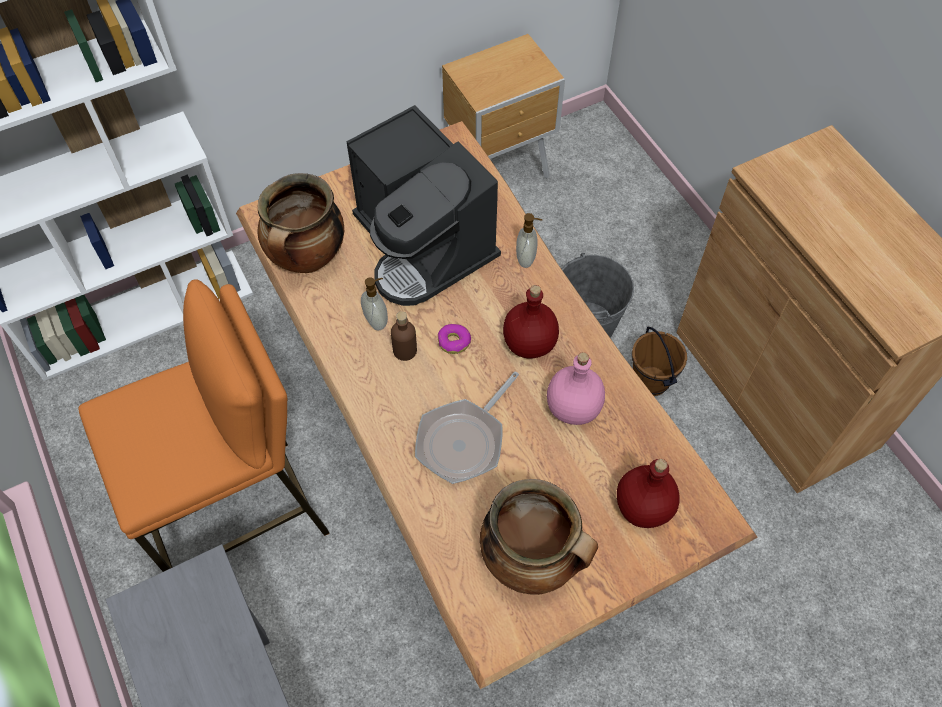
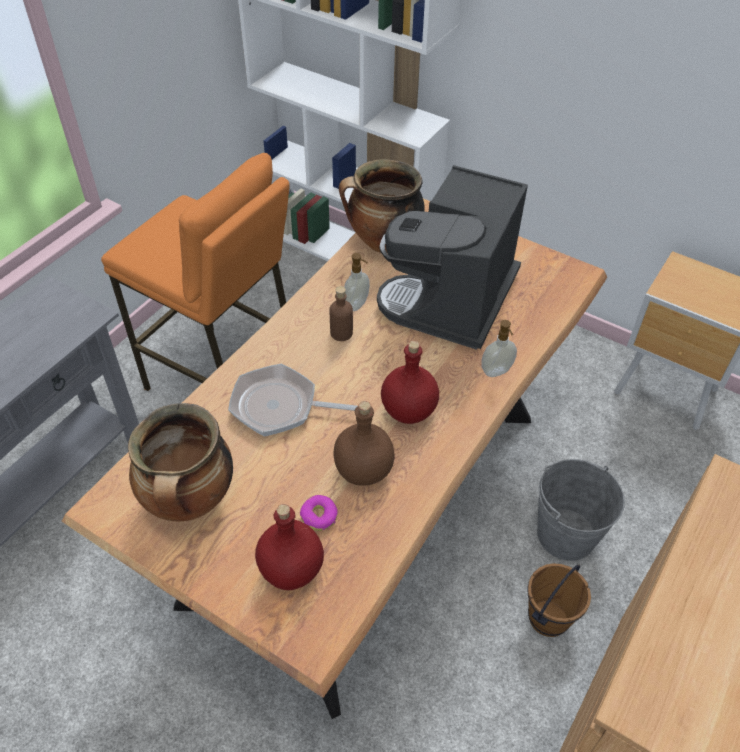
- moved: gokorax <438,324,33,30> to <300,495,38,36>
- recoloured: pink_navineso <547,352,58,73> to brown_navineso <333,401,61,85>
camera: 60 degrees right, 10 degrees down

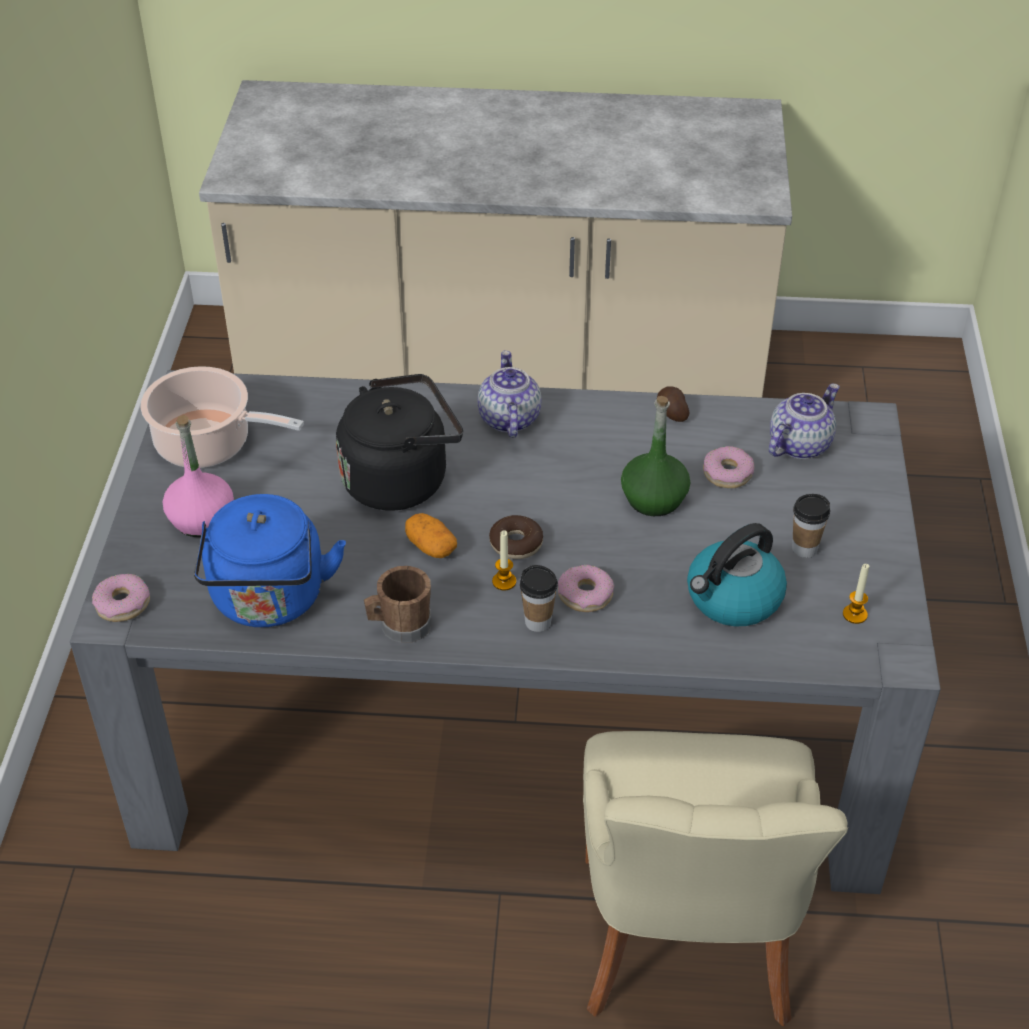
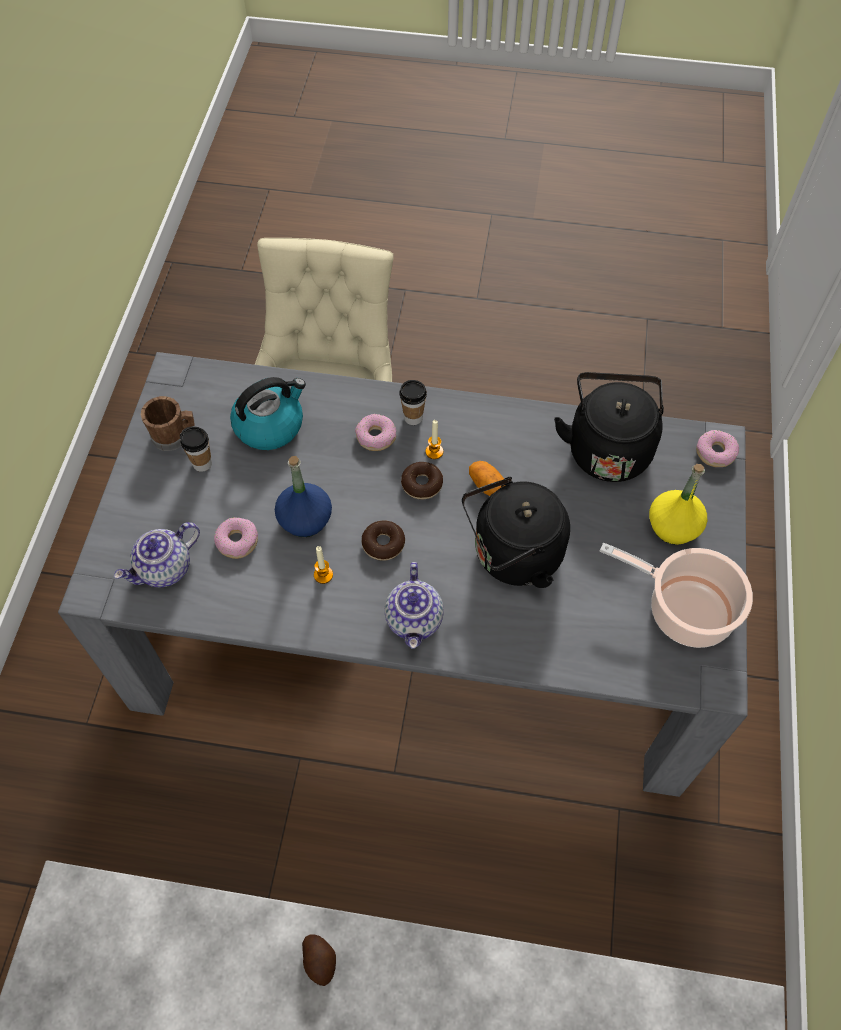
- recoloured: pink_navineso <163,415,71,122> to yellow_navineso <649,464,58,81>
- recoloured: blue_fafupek <194,494,152,133> to black_fafupek <554,372,110,110>
- moved: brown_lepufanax <364,566,67,77> to <140,396,55,55>
- recoloured: green_navineso <621,396,69,120> to blue_navineso <275,456,57,81>
- moved: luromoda <657,386,33,36> to <302,935,34,51>
- moved: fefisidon <843,564,26,60> to <314,546,19,38>
- added: gokorax <362,521,43,40>
camera: 175 degrees left, 15 degrees up

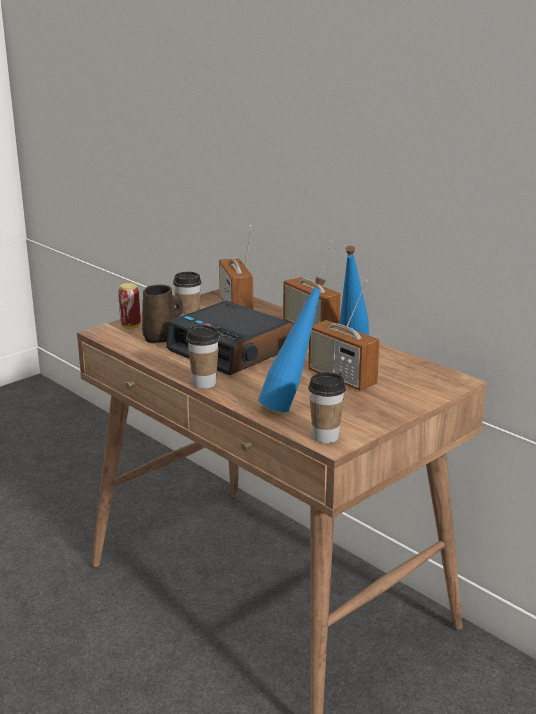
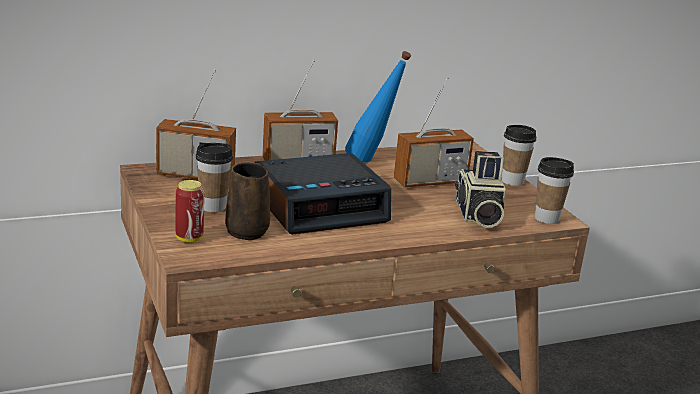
- moved: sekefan <186,325,34,64> to <502,125,35,61>
- replaced: blue_navineso <258,277,68,135> to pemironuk <455,151,51,77>
camera: 70 degrees left, 0 degrees up

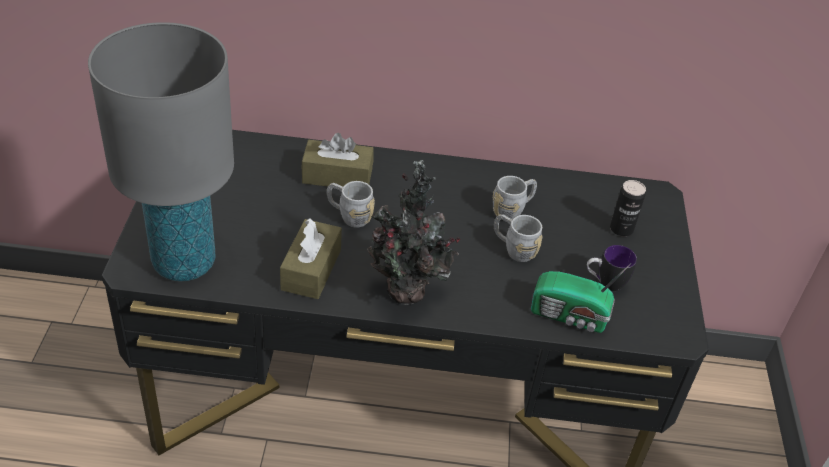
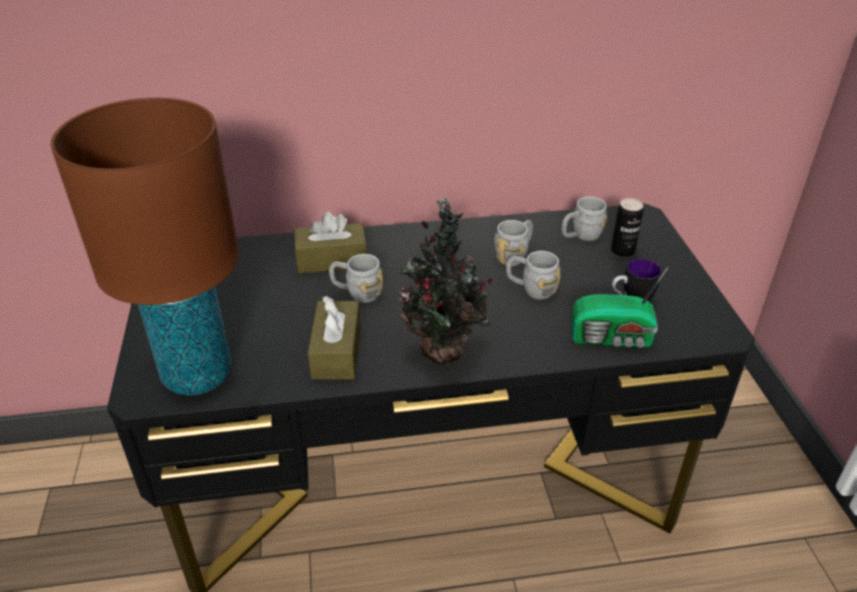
- recoloured: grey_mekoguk <88,22,146,260> to brown_mekoguk <51,98,188,298>
- added: grey_lepufanax <561,197,46,44>
camera: 10 degrees left, 5 degrees down

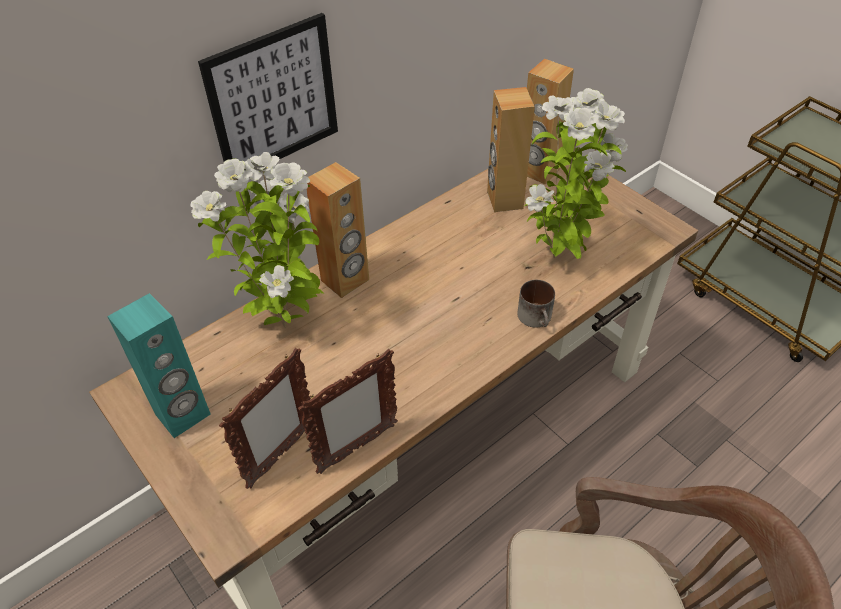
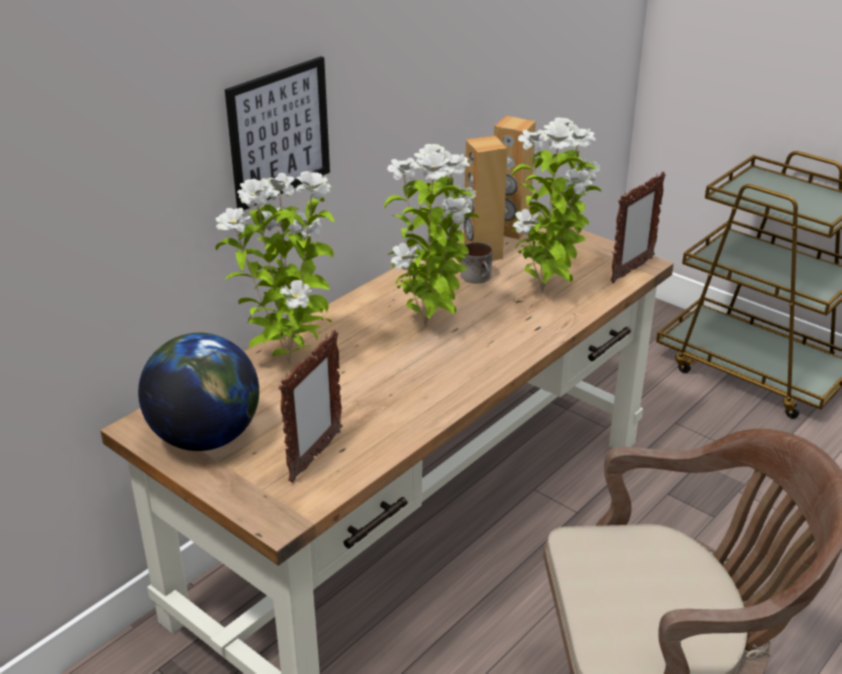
- replaced: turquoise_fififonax <107,293,104,145> to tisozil <138,333,121,118>
- moved: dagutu <298,349,100,125> to <611,172,55,111>
- removed: brown_fififonax <306,162,63,136>
- moved: lepufanax <517,280,38,48> to <461,242,31,41>
- added: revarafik <384,144,95,183>
camera: 10 degrees left, 15 degrees down

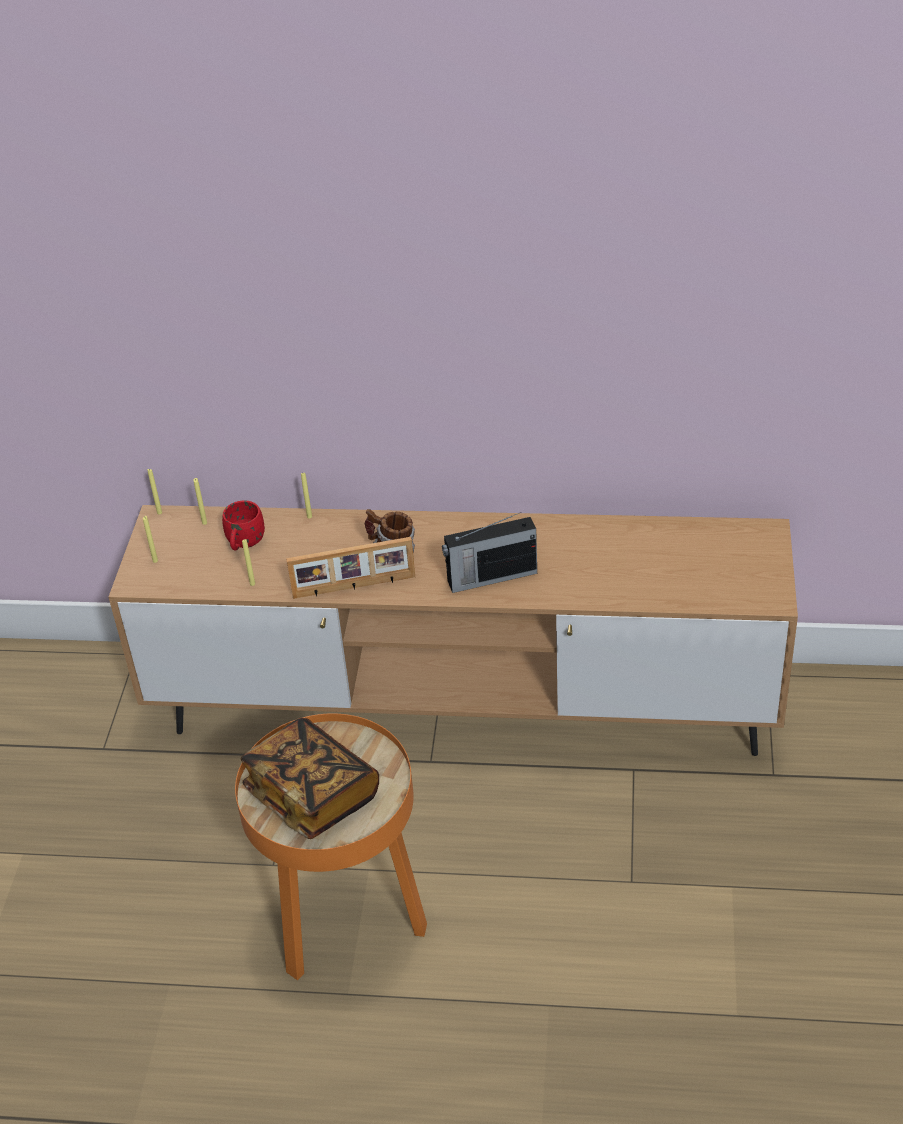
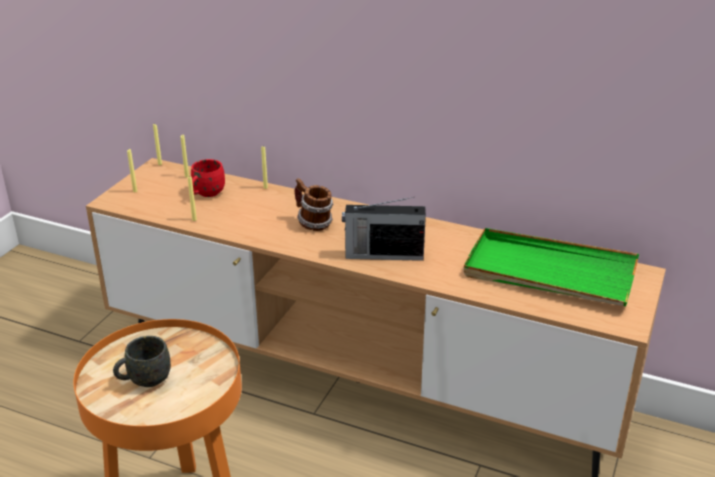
- replaced: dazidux <241,718,138,121> to grey_lepufanax <113,336,58,51>
- removed: dagutu <286,537,129,62>
- added: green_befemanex <463,228,176,78>
camera: 15 degrees right, 10 degrees down

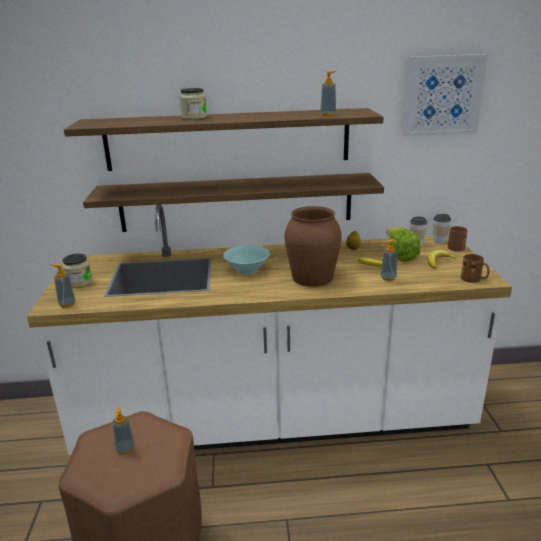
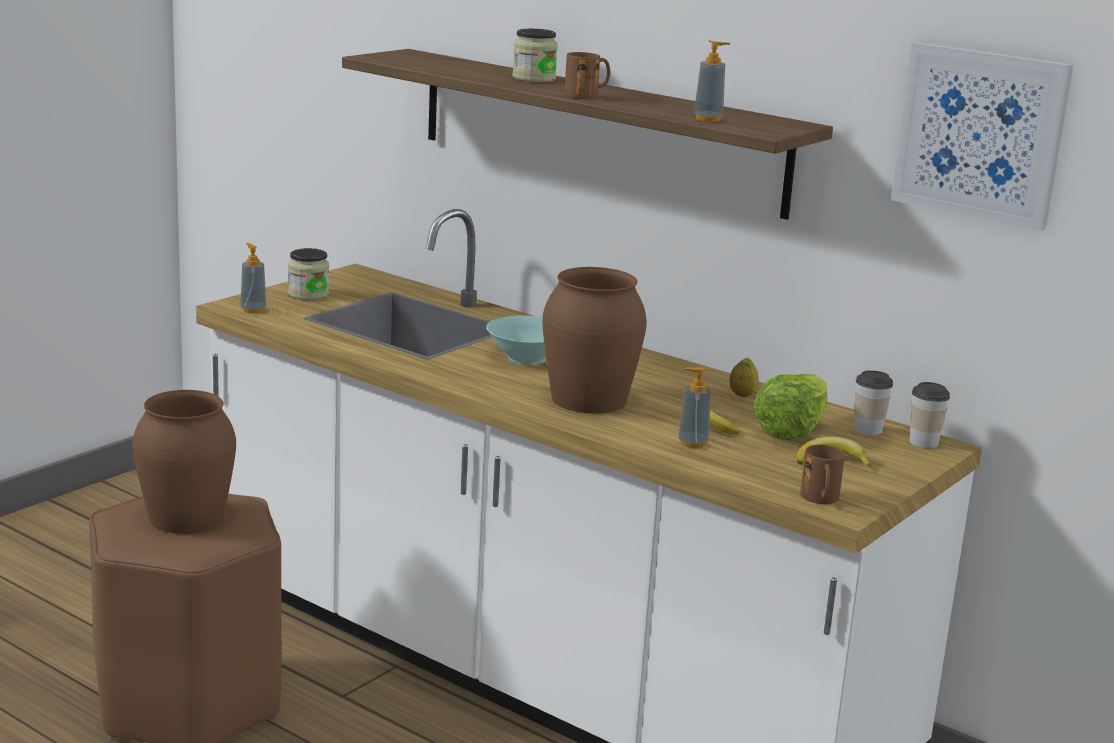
- removed: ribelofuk <83,173,301,59>
- replaced: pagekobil <112,407,23,48> to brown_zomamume <133,390,103,144>
- moved: brown_lepufanax <448,226,19,25> to <564,52,46,47>
camera: 40 degrees right, 5 degrees down

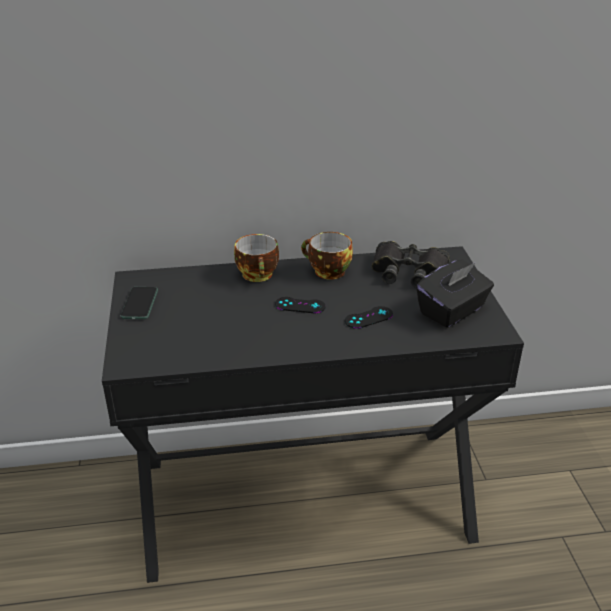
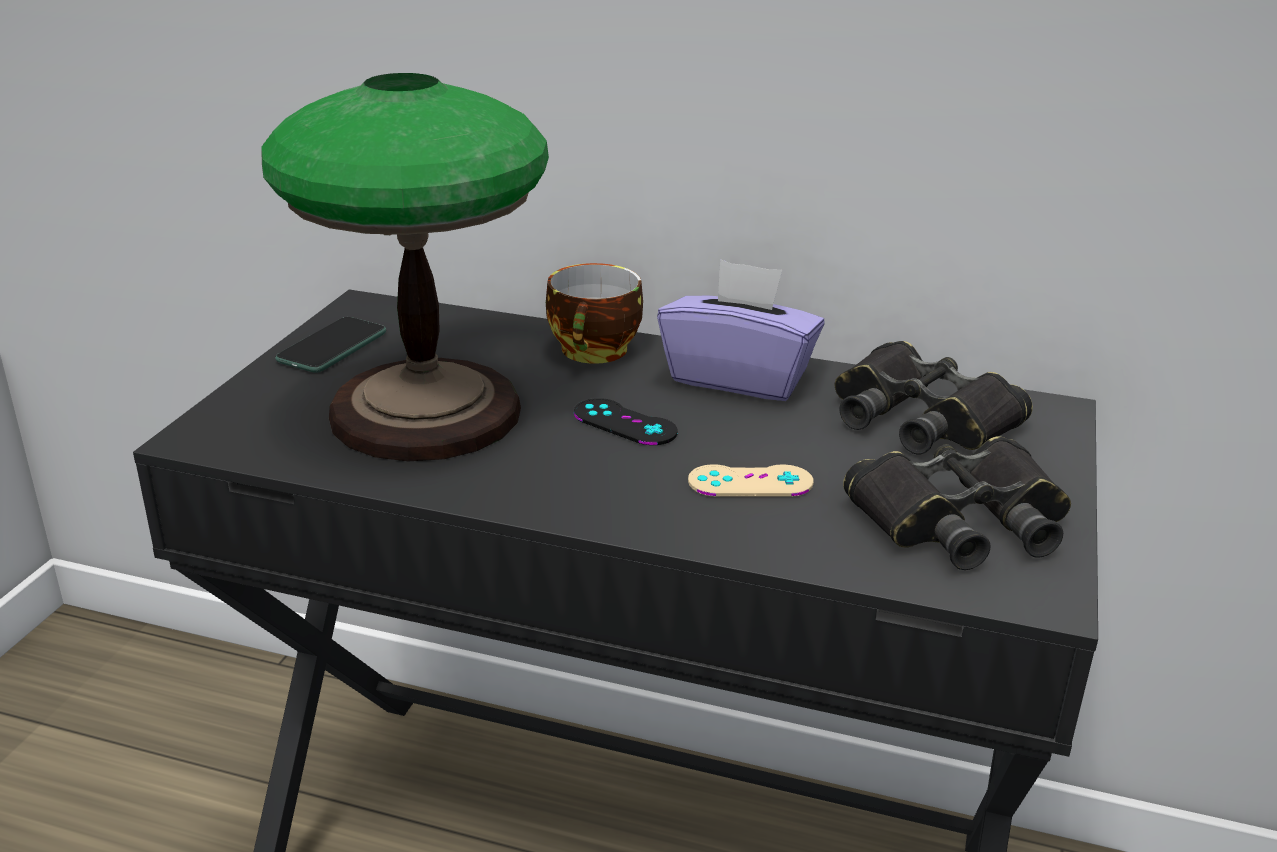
- replaced: sekefan <301,232,52,48> to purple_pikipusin <657,259,168,142>
- recoloured: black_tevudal <345,306,48,22> to beige_tevudal <688,464,126,33>
- replaced: black_pikipusin <416,260,78,68> to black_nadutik <843,436,228,134>
- added: mekoguk <261,73,288,388>
camera: 25 degrees right, 5 degrees down

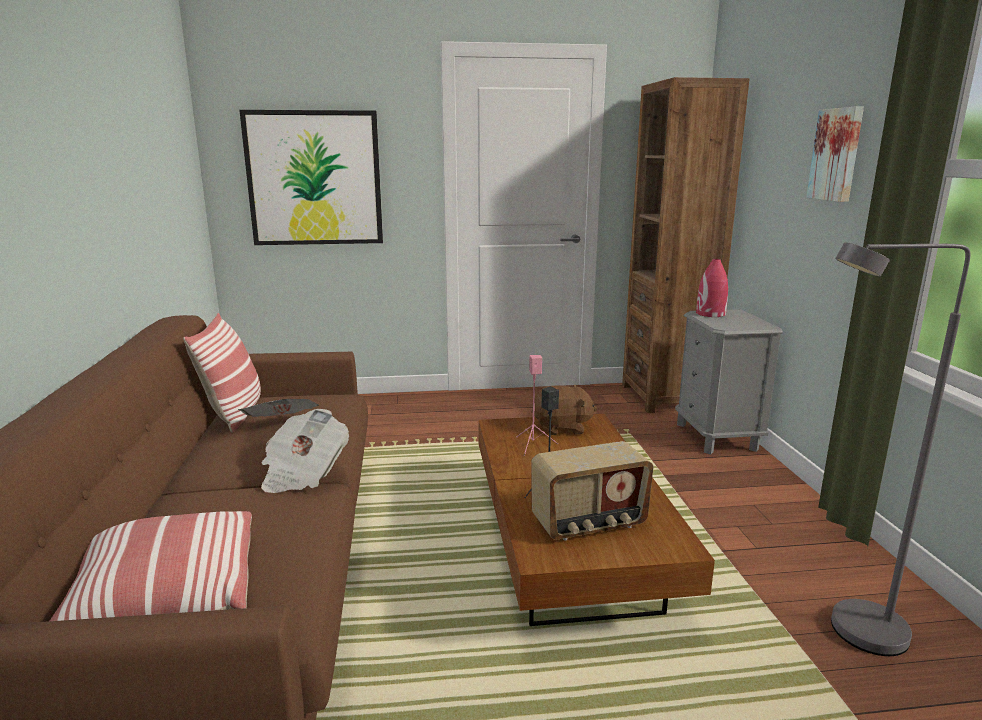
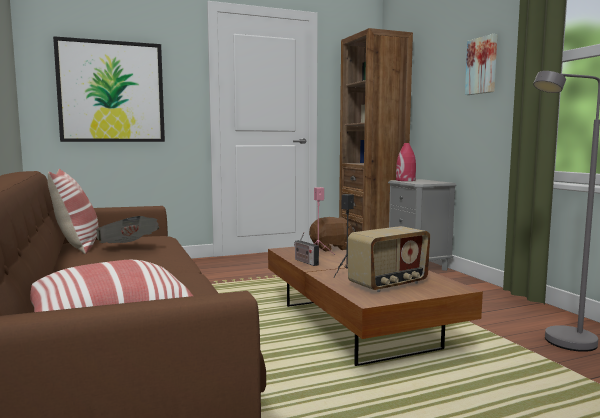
- removed: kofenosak <261,409,88,84>
- added: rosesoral <294,232,25,34>
camera: 15 degrees left, 10 degrees down

